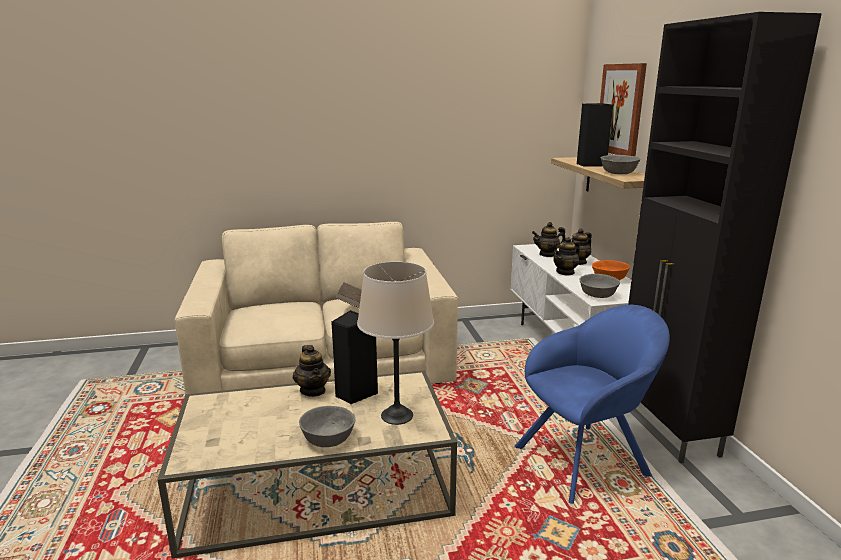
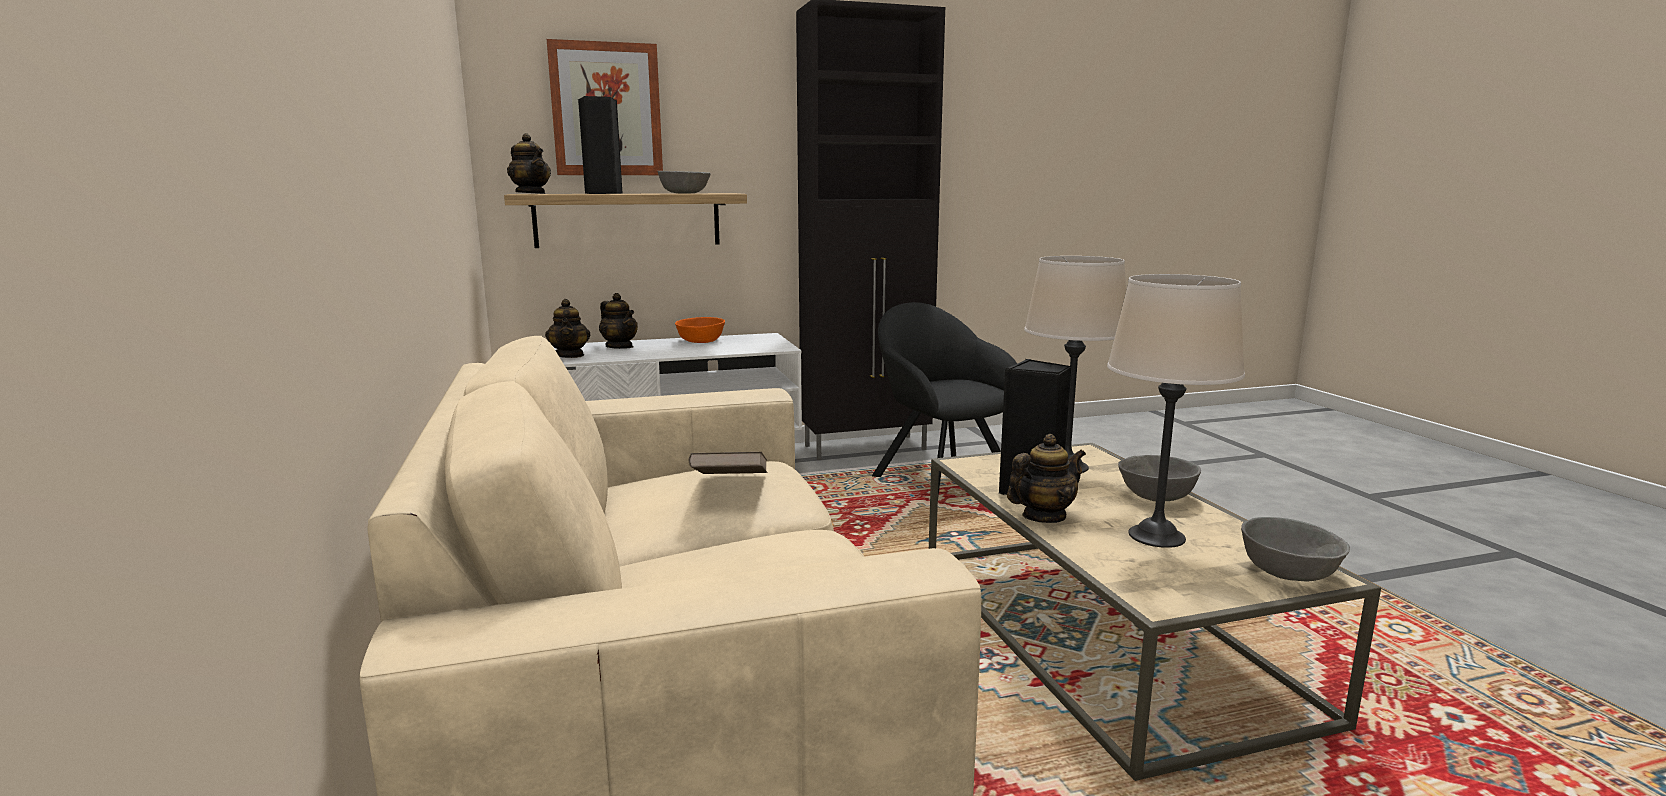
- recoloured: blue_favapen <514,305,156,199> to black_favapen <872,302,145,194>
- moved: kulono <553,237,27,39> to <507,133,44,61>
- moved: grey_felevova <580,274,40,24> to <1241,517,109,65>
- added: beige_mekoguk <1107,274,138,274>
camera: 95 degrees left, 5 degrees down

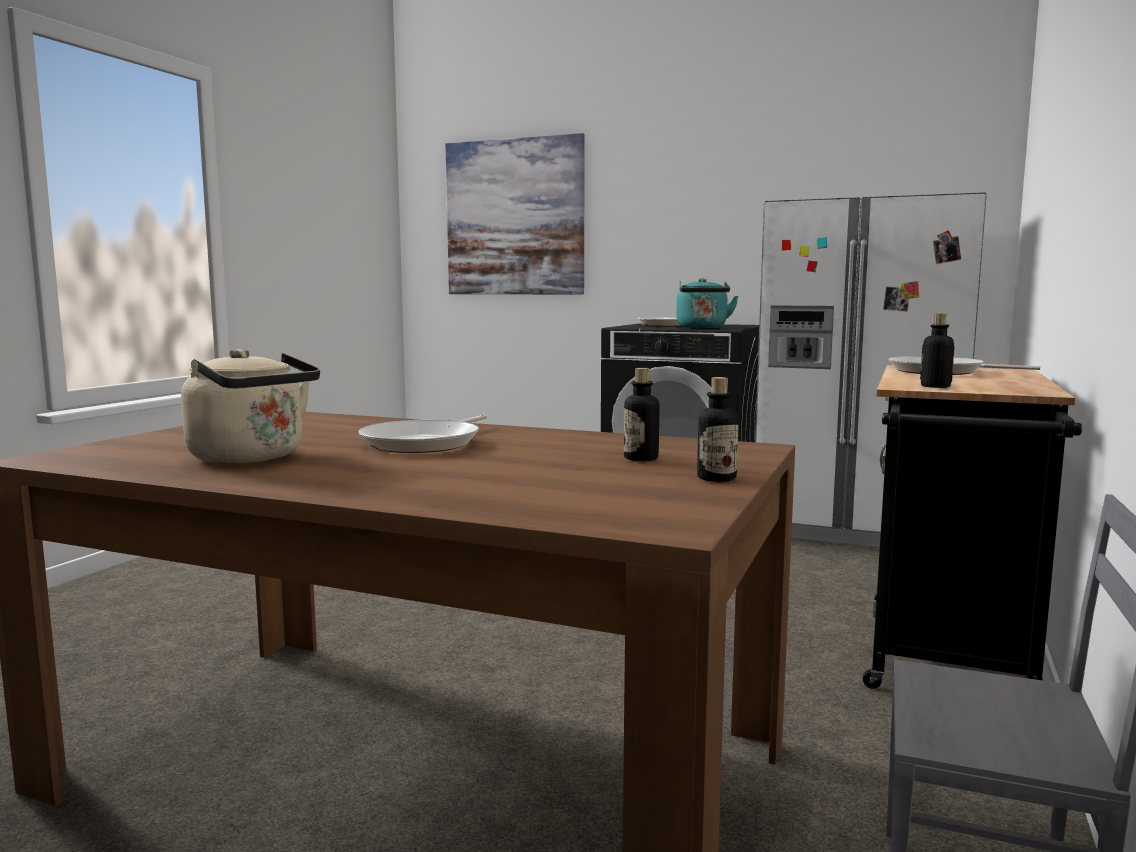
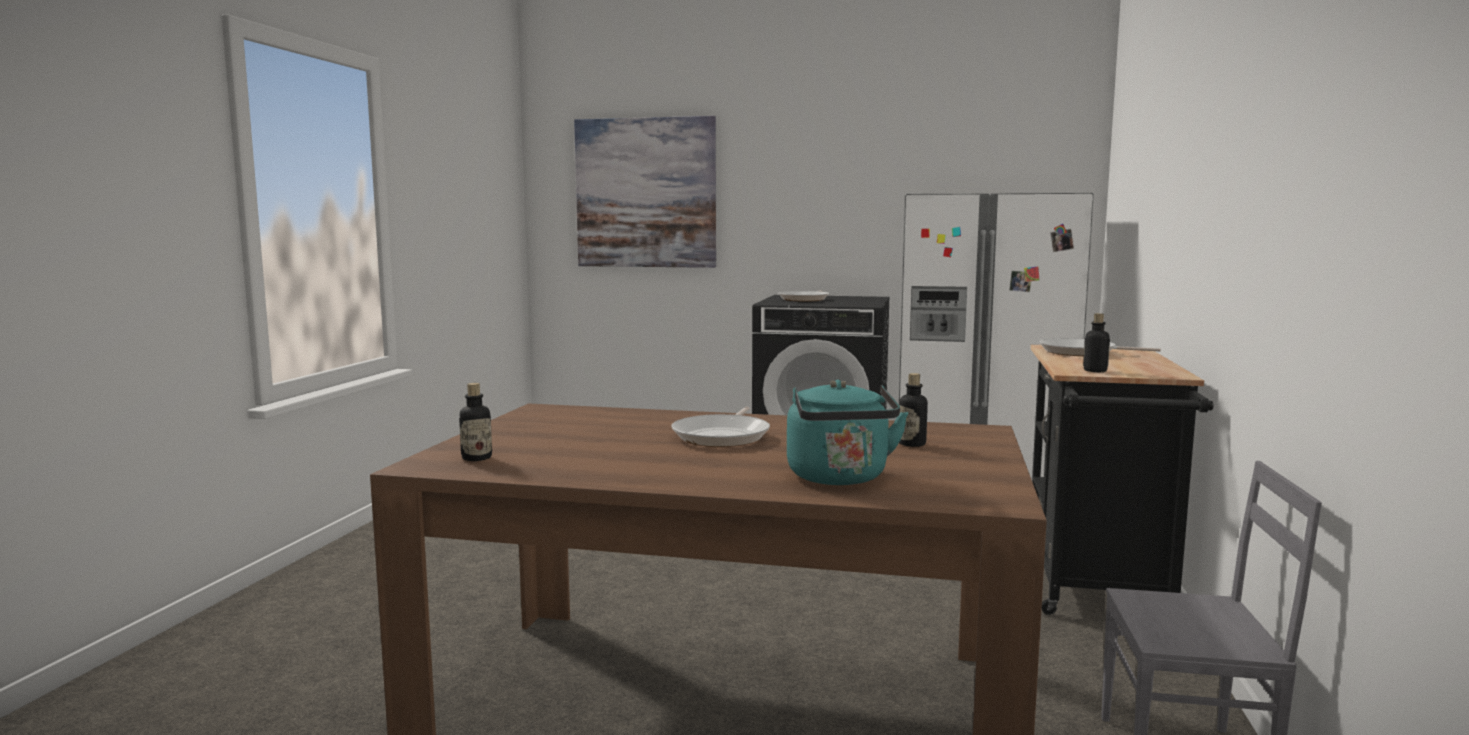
- removed: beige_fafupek <181,349,139,115>
- moved: turquoise_fafupek <676,278,63,50> to <787,380,121,105>
- moved: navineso <697,377,42,105> to <459,383,33,78>
camera: 10 degrees left, 0 degrees up

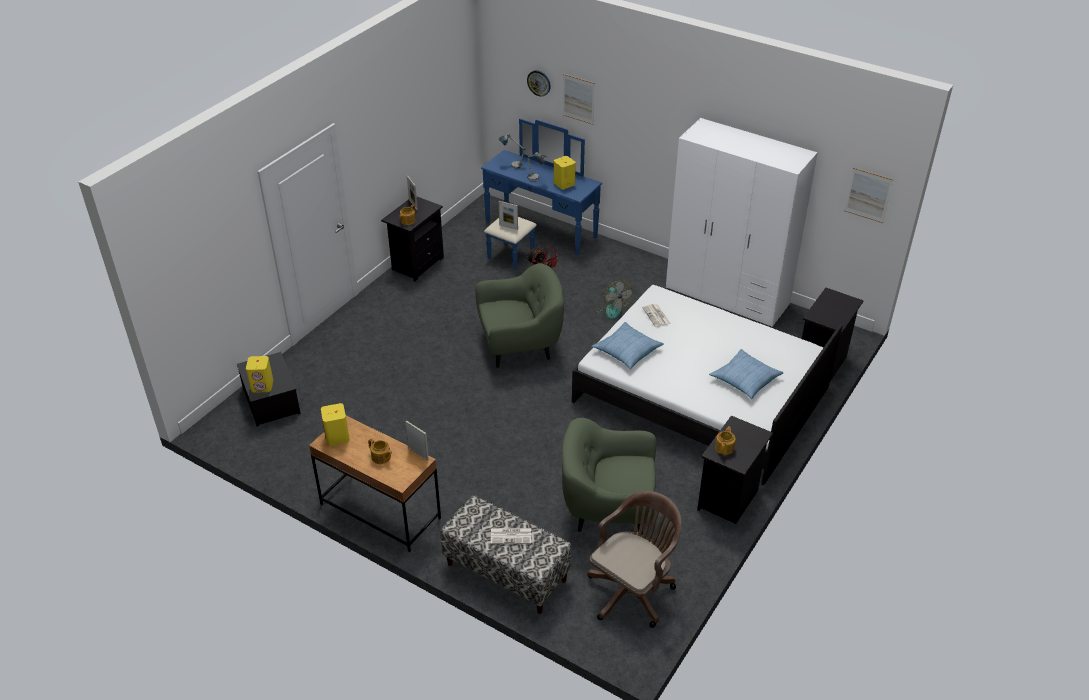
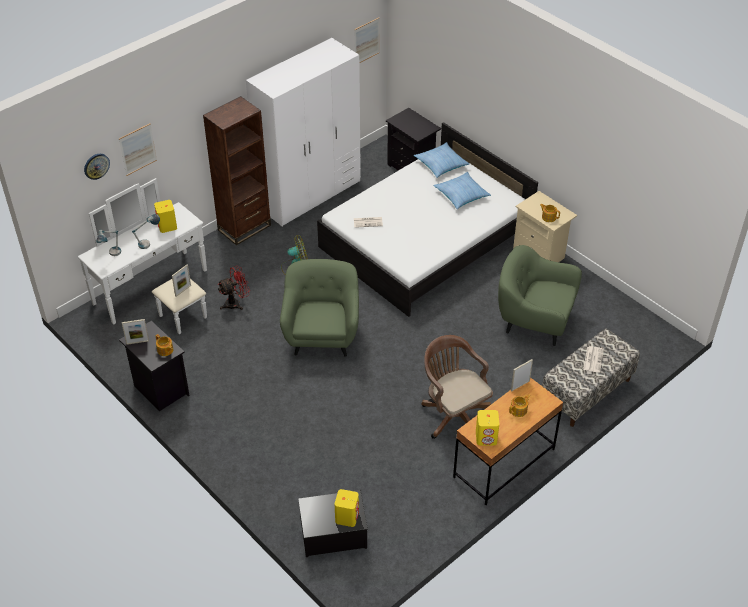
- recoloured: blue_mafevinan <481,119,121,151> to white_mafevinan <78,178,129,156>
- turned: green_favapen <562,418,94,117> = <498,245,84,101> 90 degrees clockwise
- moved: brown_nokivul <587,491,95,137> to <421,335,72,104>
- moved: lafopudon <591,322,73,47> to <414,142,56,36>
- recoloured: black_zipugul <697,416,76,108> to beige_zipugul <513,191,64,71>
- added: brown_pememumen <203,96,68,149>
camera: 75 degrees left, 5 degrees up

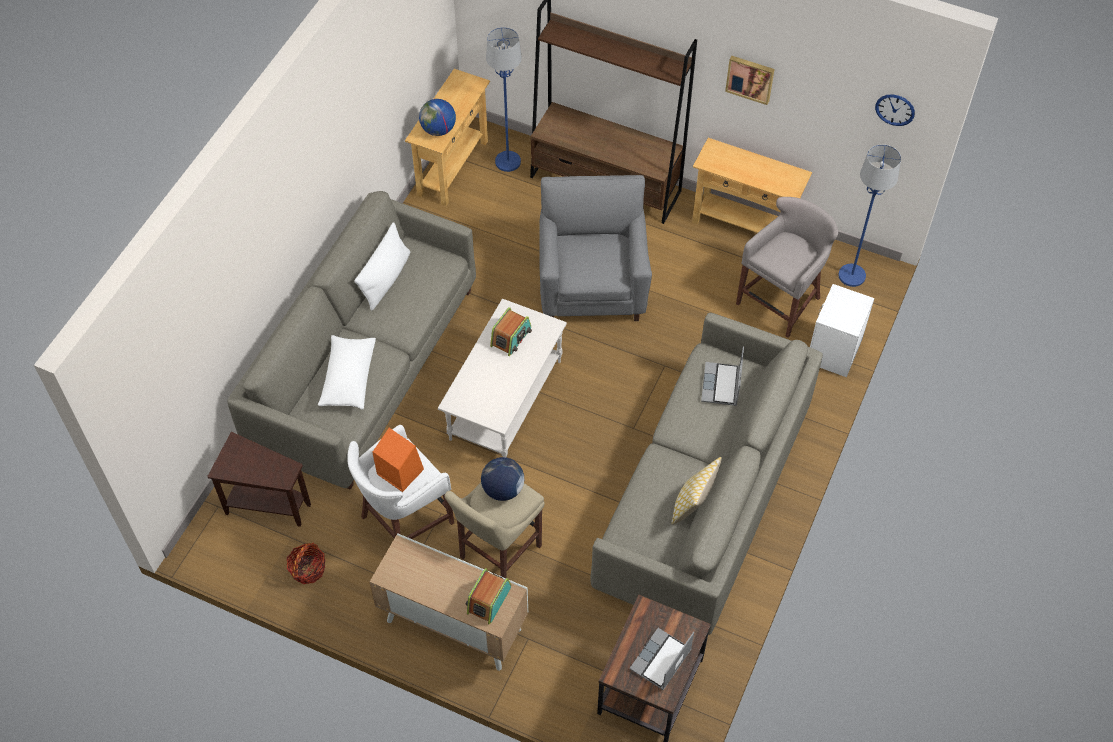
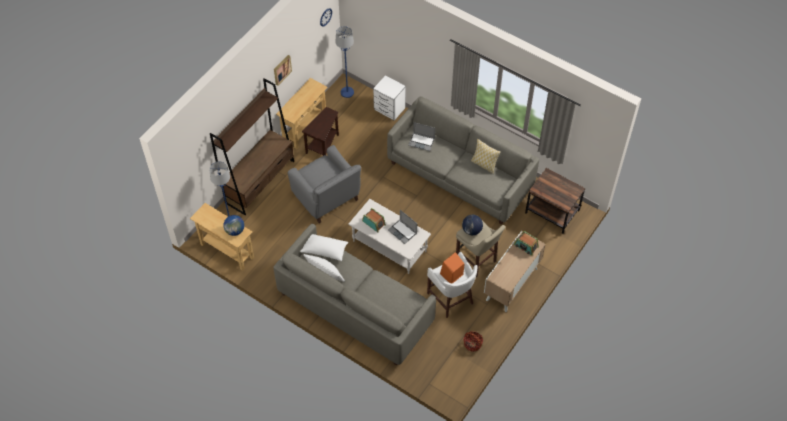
- moved: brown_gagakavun <207,432,104,95> to <302,107,37,49>
- moved: white_lafopudon <318,335,58,75> to <300,234,48,27>
- turned: grey_favapen <539,175,113,146> = <288,145,73,78> 135 degrees counterclockwise
- moved: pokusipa <629,628,65,62> to <388,210,29,34>
- removed: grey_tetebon <736,197,102,141>
camera: 80 degrees left, 0 degrees up

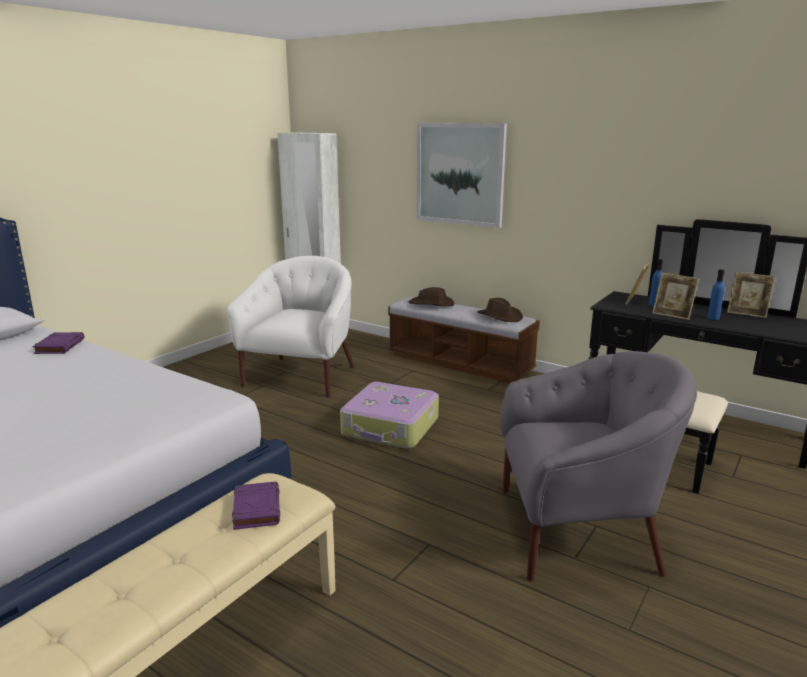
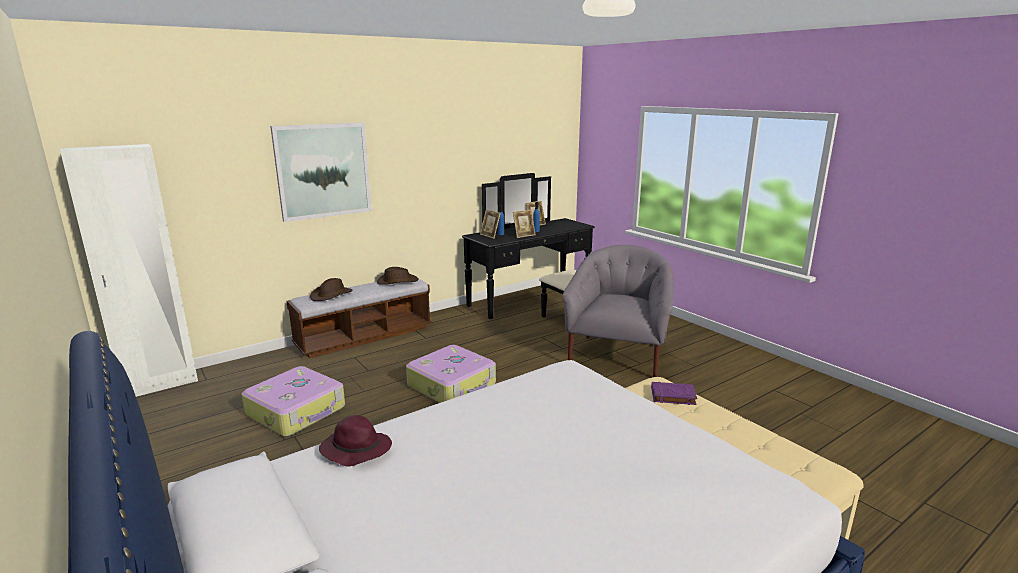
- replaced: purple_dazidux <32,332,53,22> to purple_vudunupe <319,415,73,51>
- replaced: white_favapen <227,256,127,142> to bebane <241,366,104,70>
camera: 70 degrees left, 0 degrees up

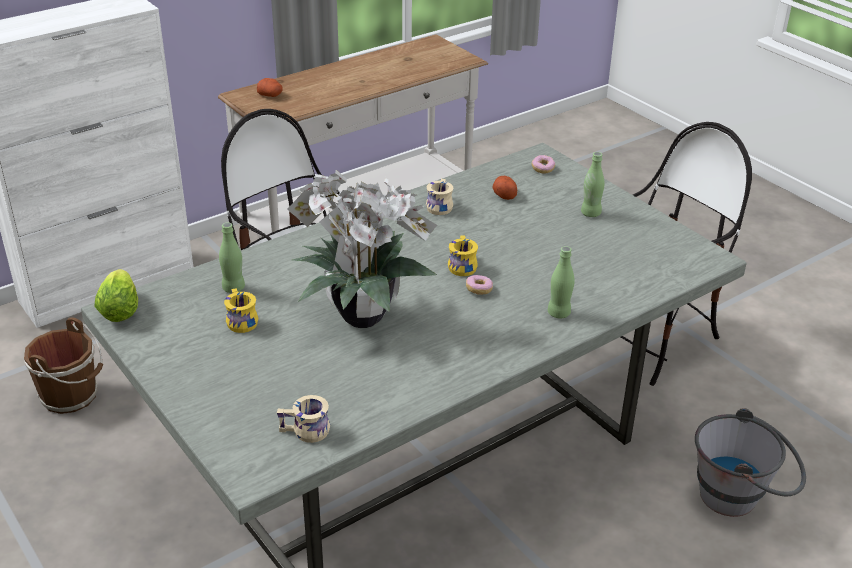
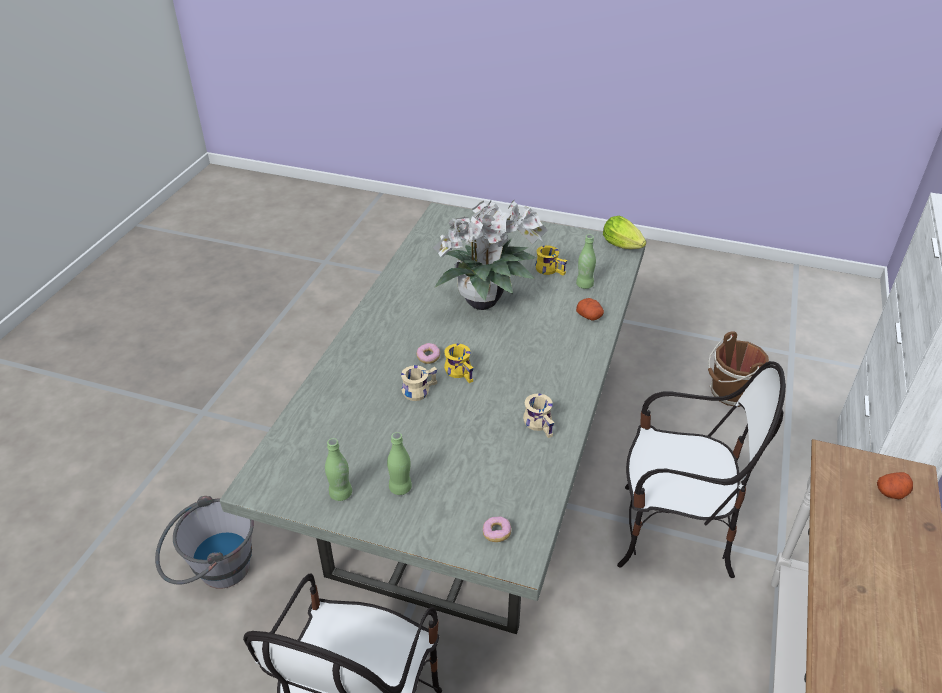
- moved: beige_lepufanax <277,395,53,48> to <401,365,36,36>
- moved: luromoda <492,176,25,24> to <576,298,28,23>
- moved: green_navineso <548,246,27,73> to <325,438,27,63>
camera: 145 degrees right, 5 degrees up

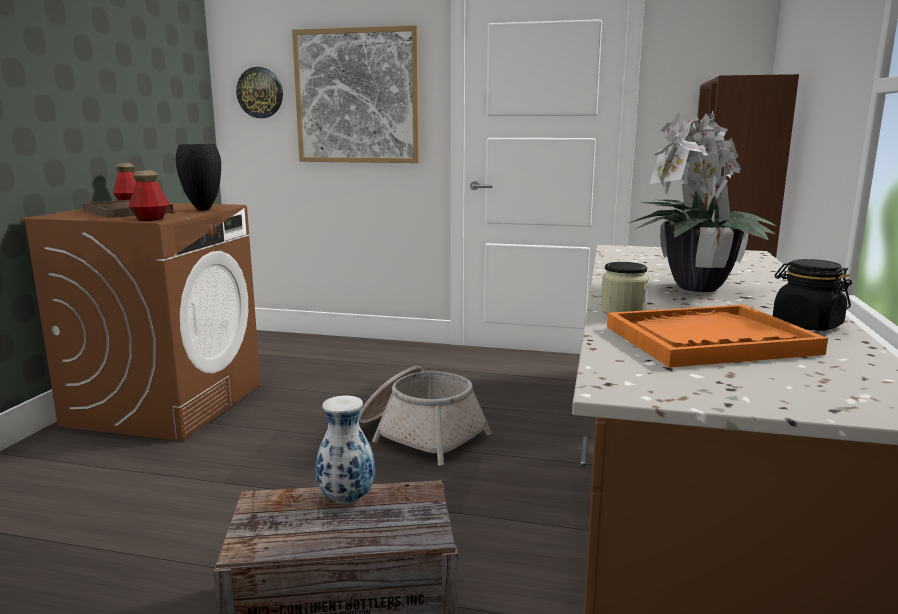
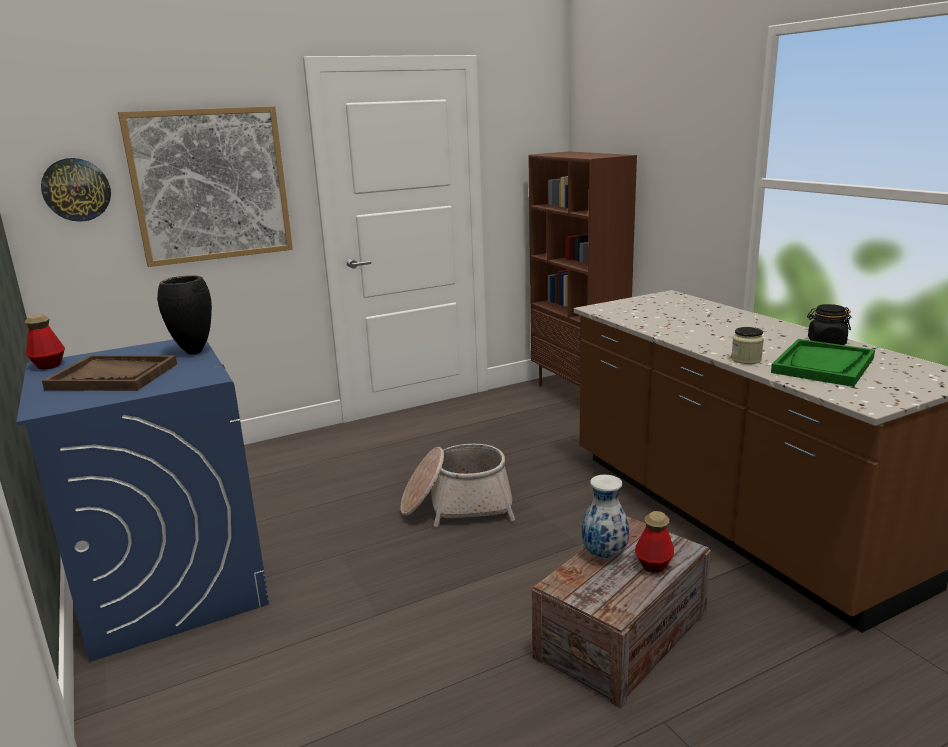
- recoloured: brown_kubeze <20,203,241,238> to blue_kubeze <16,339,253,323>
- moved: navineso <129,170,41,51> to <635,511,39,62>
- recoloured: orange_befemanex <607,305,221,63> to green_befemanex <771,339,104,48>
- removed: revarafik <629,111,148,181>
camera: 40 degrees left, 5 degrees up

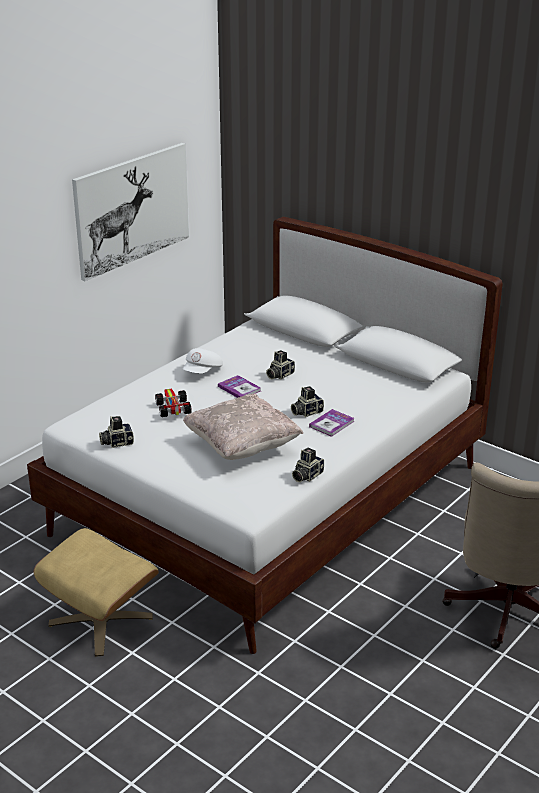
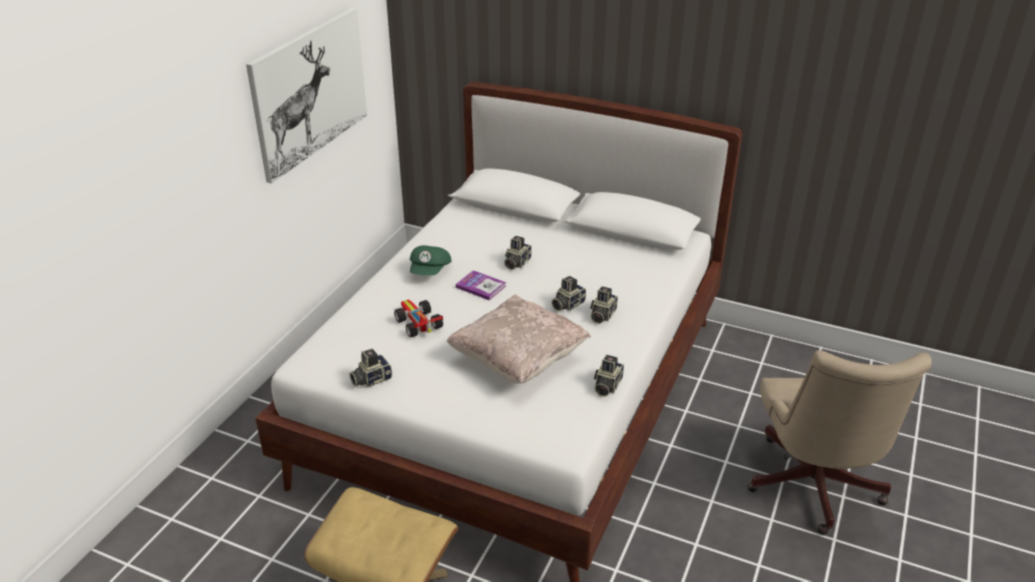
- recoloured: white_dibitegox <182,348,41,26> to green_dibitegox <410,245,41,31>
- replaced: dazidux <309,409,45,28> to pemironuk <590,286,28,38>
camera: 15 degrees left, 5 degrees up

